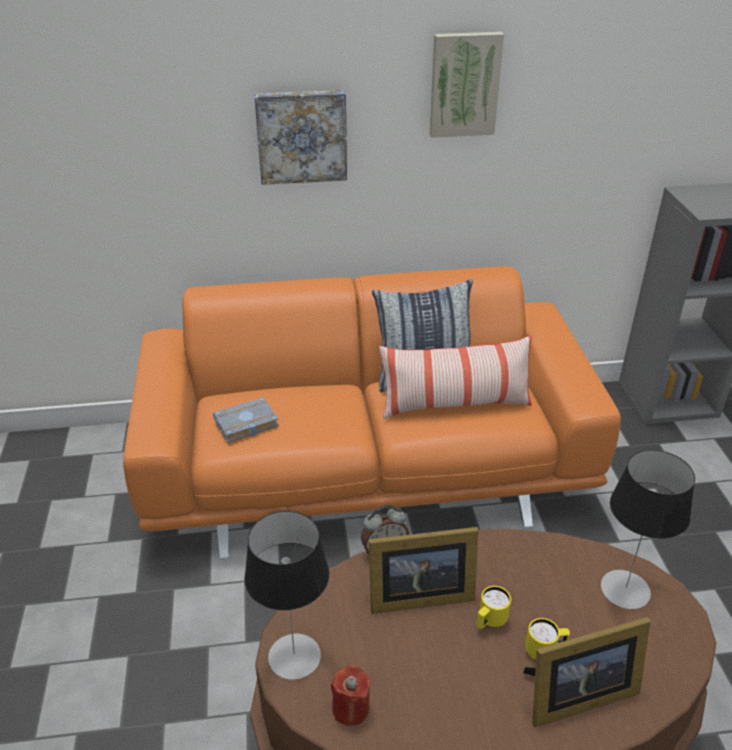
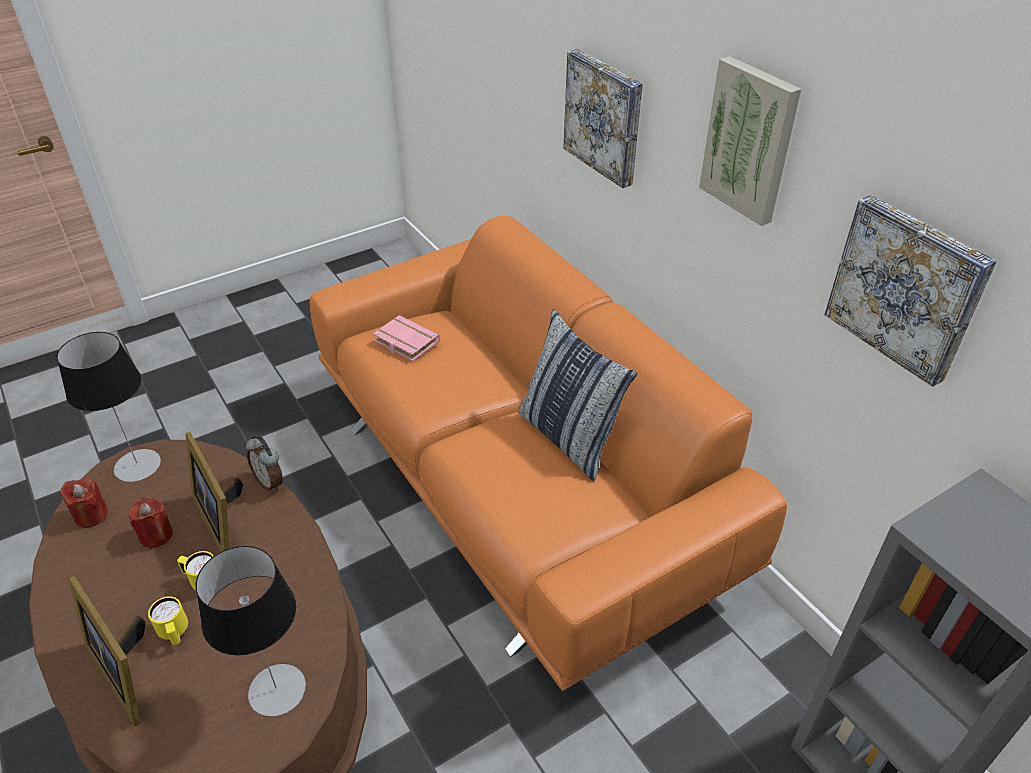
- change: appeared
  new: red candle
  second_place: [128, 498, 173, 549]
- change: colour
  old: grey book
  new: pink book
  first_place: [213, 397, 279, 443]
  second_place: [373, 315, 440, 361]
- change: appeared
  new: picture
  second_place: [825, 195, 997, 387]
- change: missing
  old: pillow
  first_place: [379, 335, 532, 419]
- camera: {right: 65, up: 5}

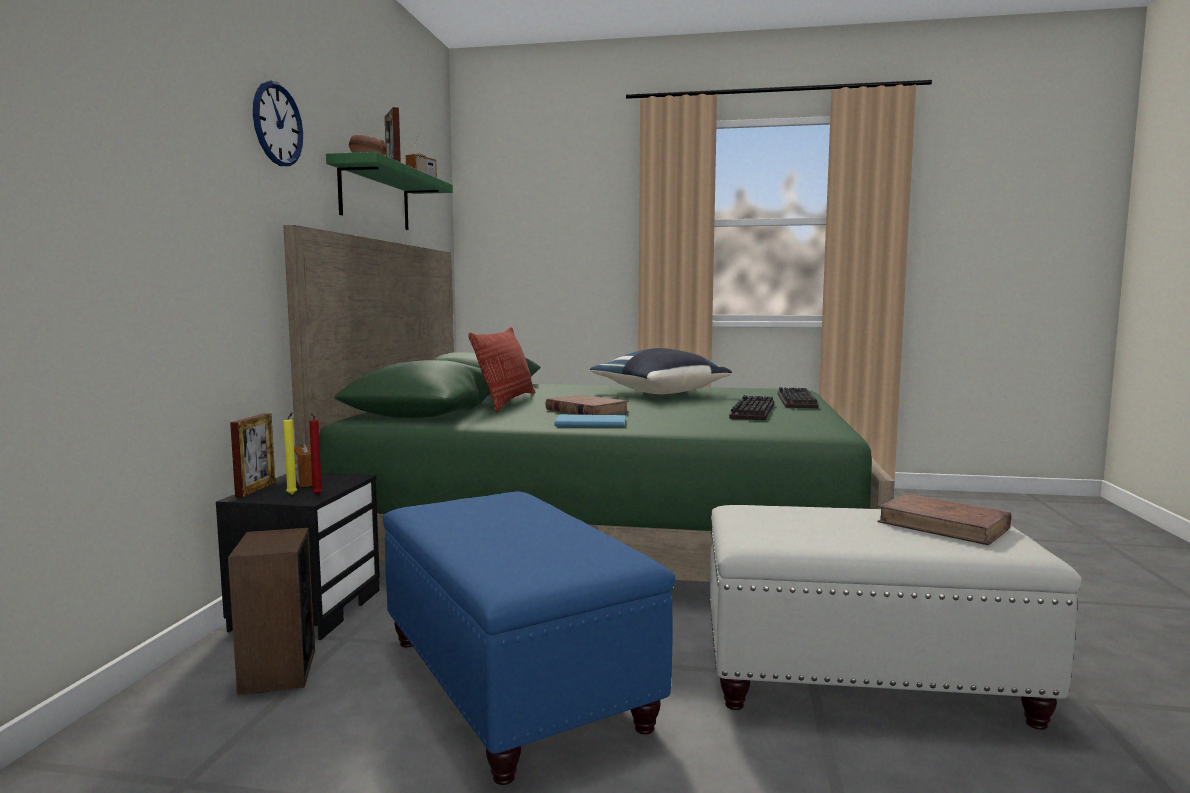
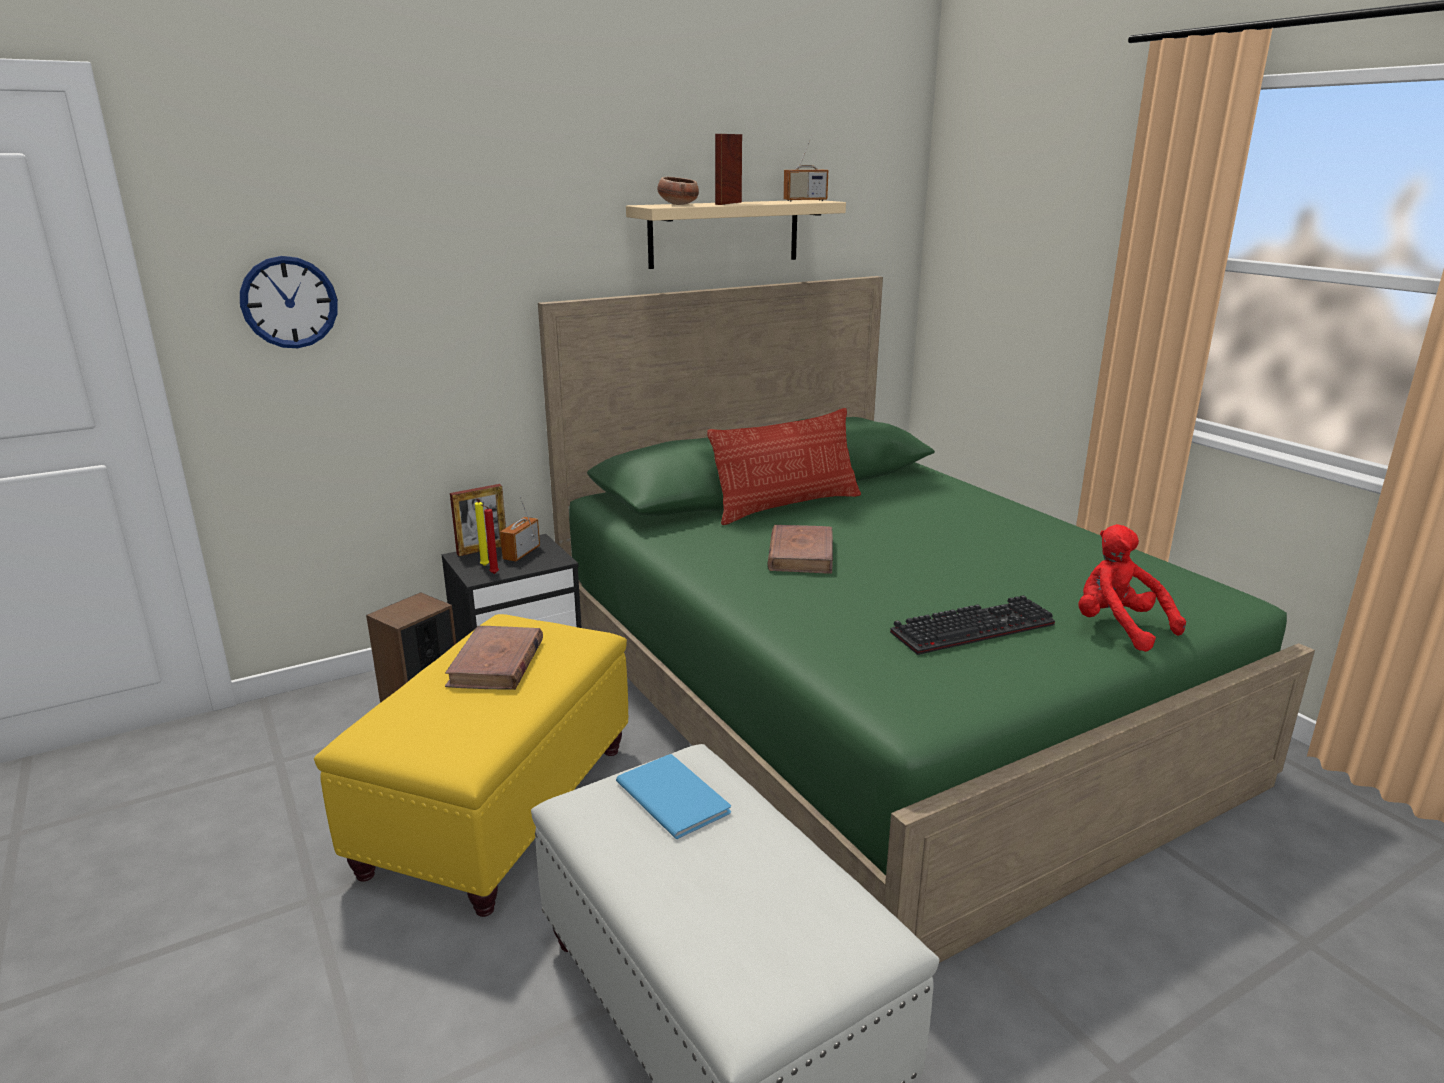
- change: relocated
  old: wall clock
  first_place: [253, 81, 303, 166]
  second_place: [240, 256, 338, 348]
- change: colour
  old: blue ottoman
  new: yellow ottoman
  first_place: [383, 492, 675, 785]
  second_place: [314, 614, 628, 917]
- change: relocated
  old: brown book
  first_place: [877, 493, 1011, 545]
  second_place: [445, 626, 543, 690]
- change: relocated
  old: blue book
  first_place: [554, 415, 625, 427]
  second_place: [616, 754, 731, 839]
- change: colour
  old: green shelf
  new: beige shelf
  first_place: [326, 152, 453, 230]
  second_place: [626, 200, 846, 269]
- change: exchanged
  old: keyboard
  new: red plush toy
  first_place: [778, 387, 819, 408]
  second_place: [1078, 524, 1186, 652]
- change: missing
  old: blue pillow
  first_place: [590, 348, 732, 394]
- camera: {right: 50, up: 15}

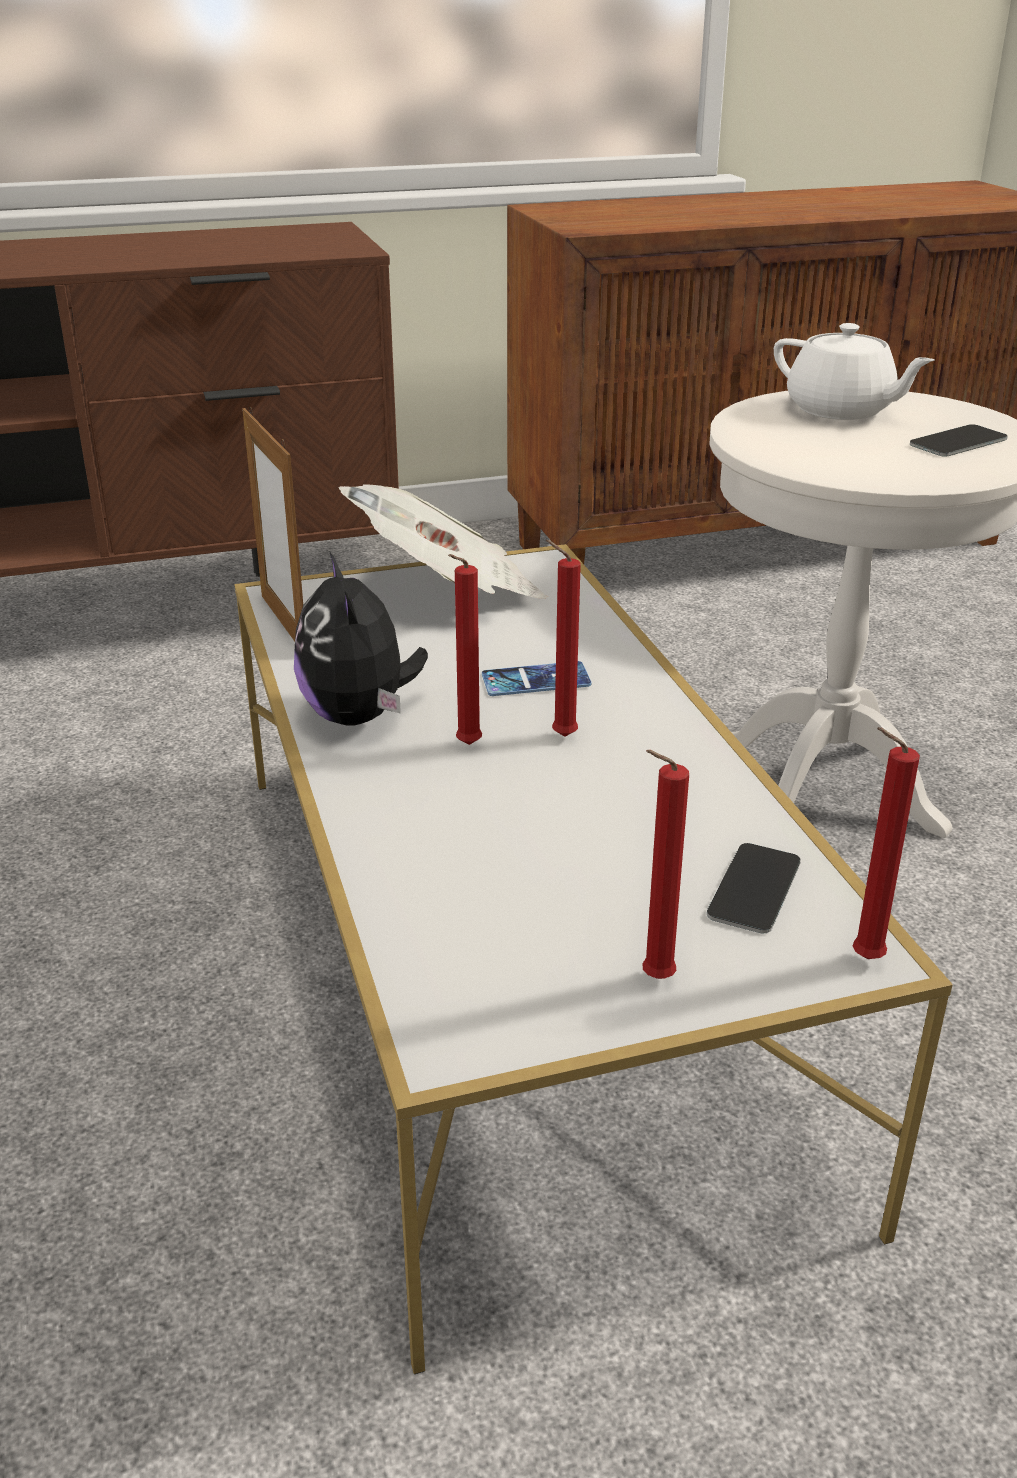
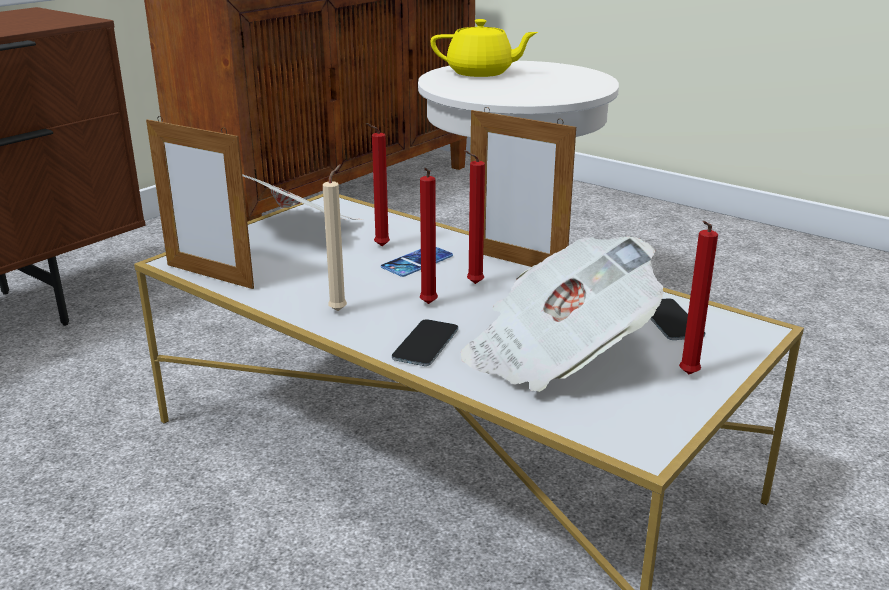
- change: exchanged
  old: plush toy
  new: beige candle
  first_place: [294, 551, 428, 726]
  second_place: [323, 164, 347, 311]
- change: relocated
  old: red candle
  first_place: [853, 727, 920, 959]
  second_place: [365, 123, 390, 246]
- change: relocated
  old: phone
  first_place: [910, 424, 1008, 457]
  second_place: [392, 319, 458, 366]
- change: colour
  old: white teapot
  new: yellow teapot
  first_place: [774, 323, 935, 420]
  second_place: [430, 19, 538, 77]
- change: appeared
  new: newspaper
  second_place: [461, 237, 663, 392]
- change: appeared
  new: picture frame
  second_place: [470, 107, 576, 267]
- camera: {right: -35, up: -5}

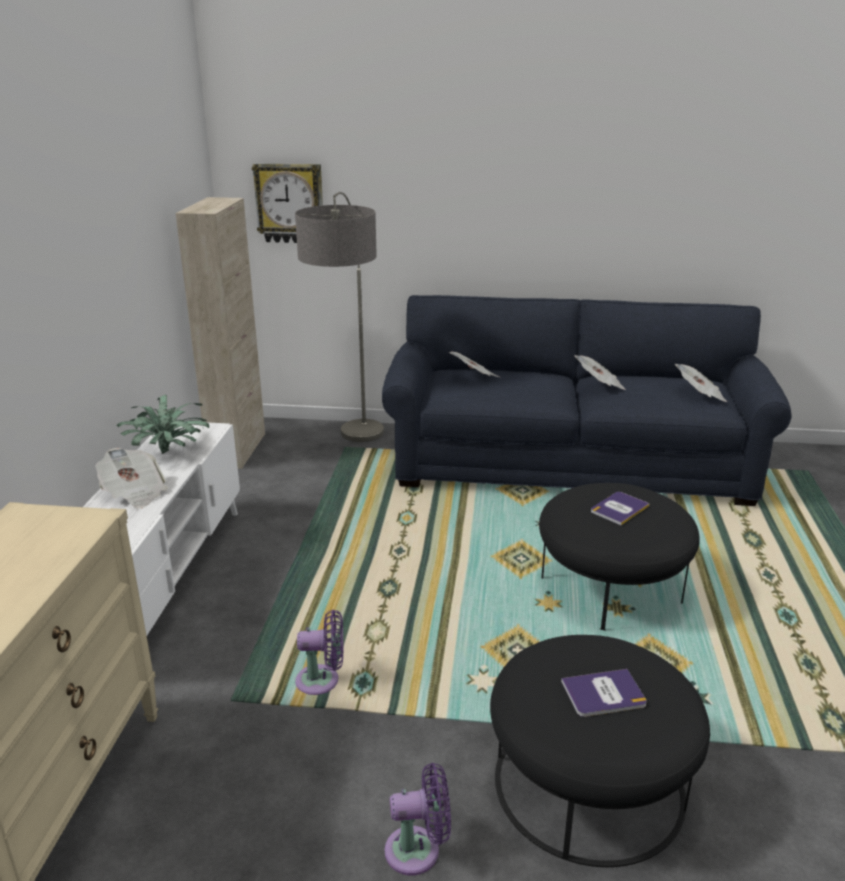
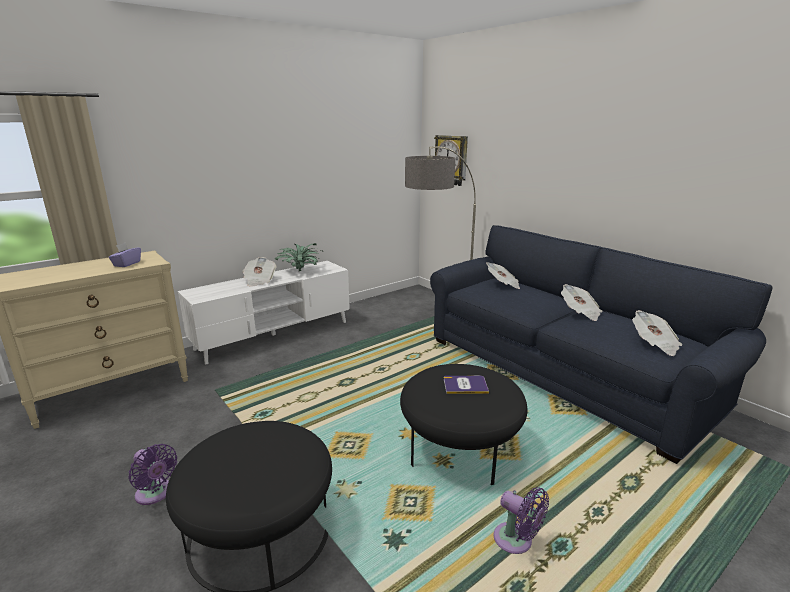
- change: appeared
  new: purple tissue box
  second_place: [108, 243, 141, 267]
- change: relocated
  old: purple fan
  first_place: [295, 610, 344, 695]
  second_place: [493, 487, 549, 554]
- change: missing
  old: beige cabinet
  first_place: [176, 197, 265, 469]
- change: missing
  old: book
  first_place: [561, 669, 647, 717]
- camera: {right: 45, up: -5}

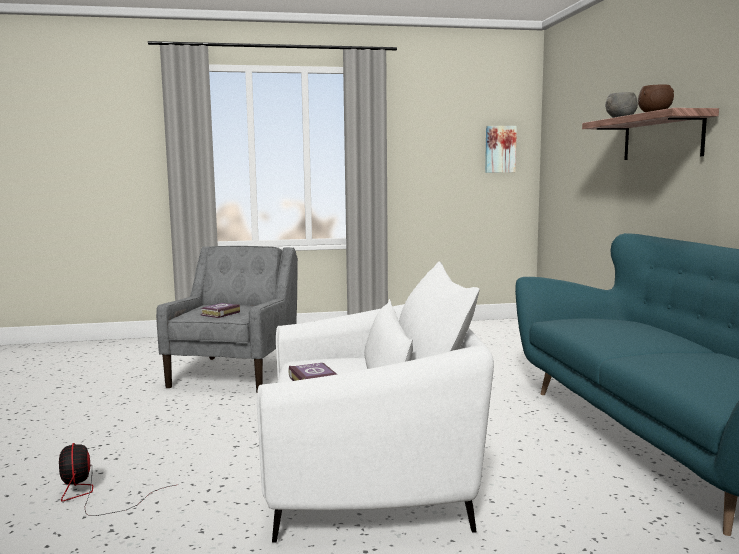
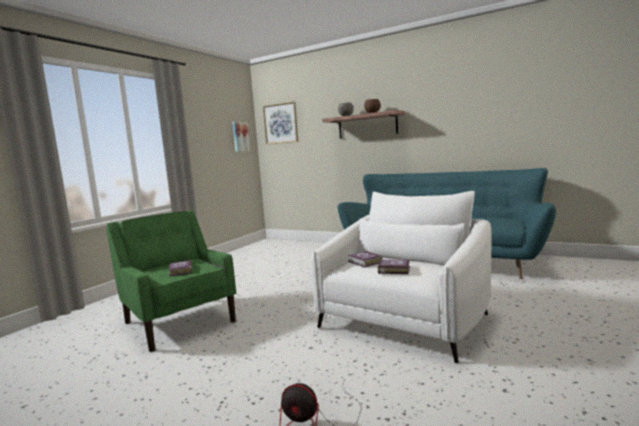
- change: colour
  old: grey armchair
  new: green armchair
  first_place: [156, 246, 298, 393]
  second_place: [106, 210, 236, 352]
- change: appeared
  new: picture
  second_place: [263, 102, 298, 144]
- change: appeared
  new: book
  second_place: [348, 251, 382, 267]
- camera: {right: -50, up: 0}

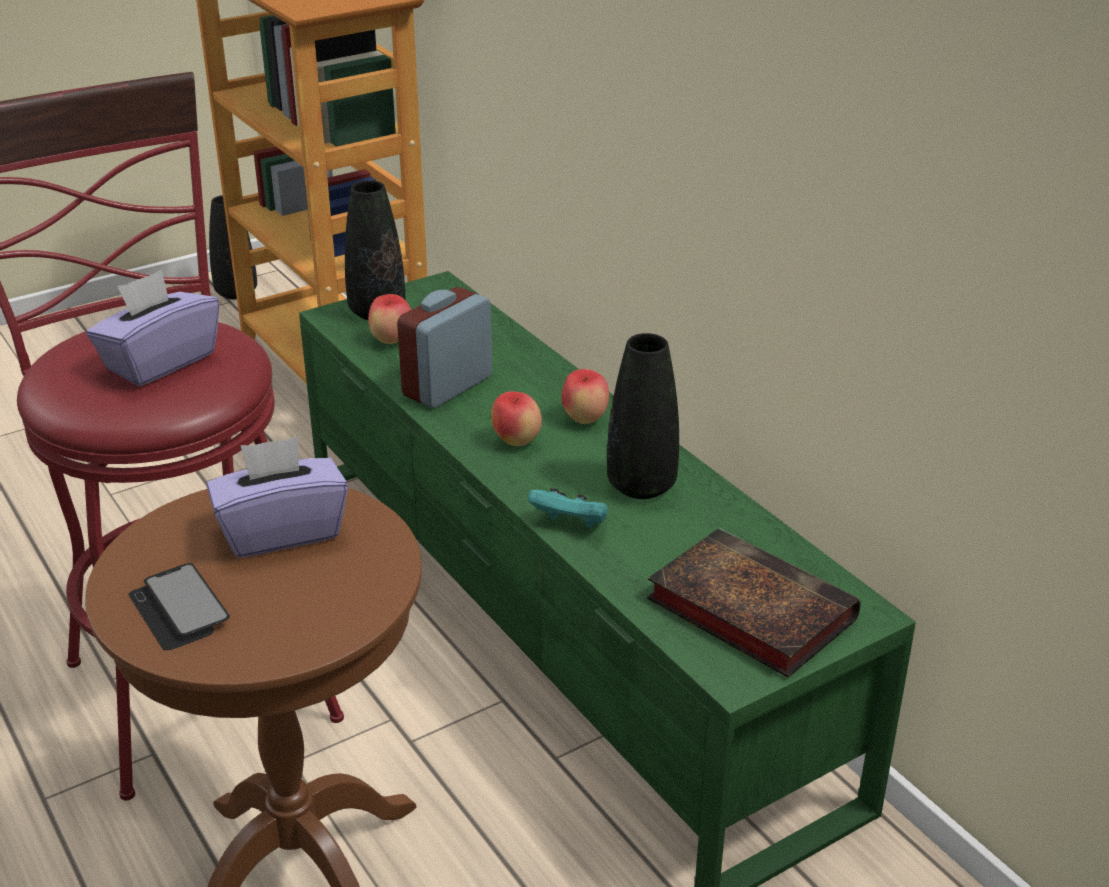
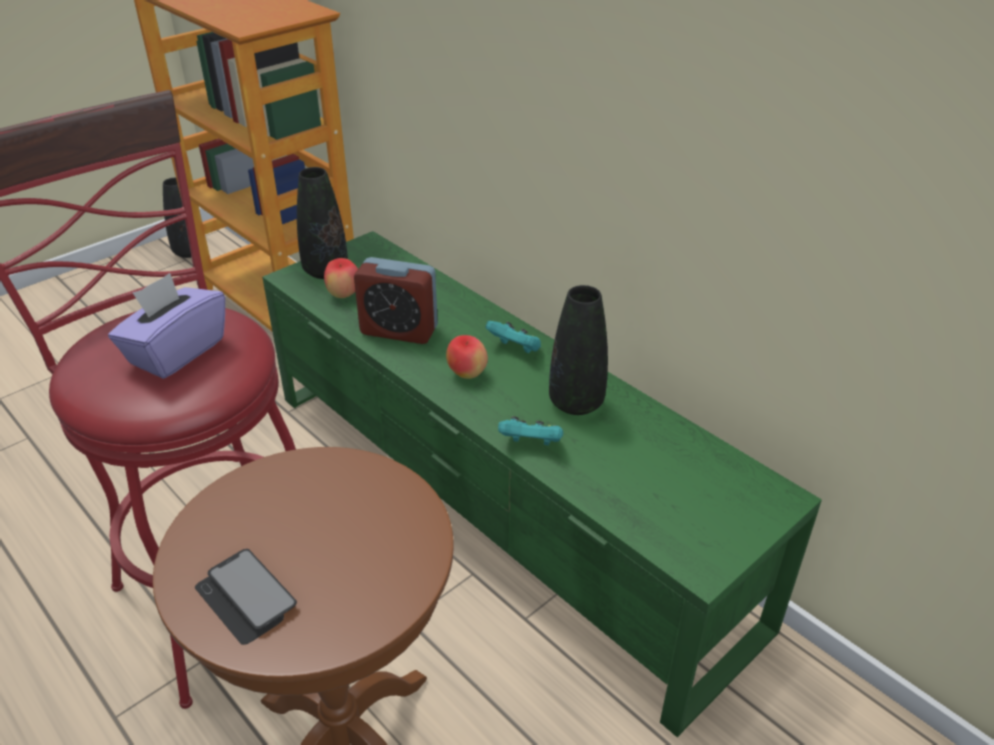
- change: spun
  old: alarm clock
  first_place: [397, 287, 492, 408]
  second_place: [354, 257, 438, 344]
  degrees: -105
- change: exchanged
  old: apple
  new: turquoise game controller
  first_place: [562, 369, 609, 424]
  second_place: [486, 321, 541, 353]
- change: missing
  old: purple tissue box
  first_place: [207, 436, 348, 558]
- change: missing
  old: book
  first_place: [647, 528, 860, 678]
- camera: {right: -10, up: 5}

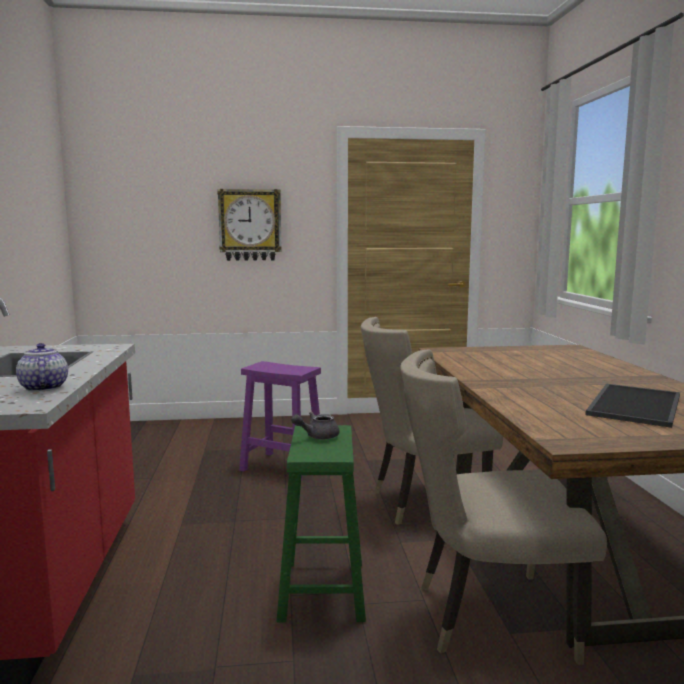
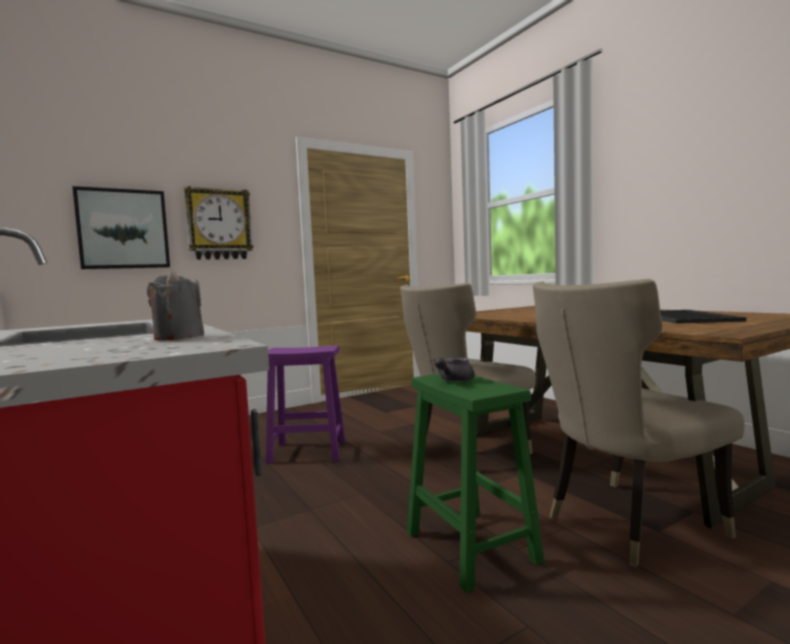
- change: appeared
  new: picture
  second_place: [72, 186, 170, 269]
- change: exchanged
  old: teapot
  new: grey candle
  first_place: [16, 343, 68, 392]
  second_place: [147, 270, 204, 340]
- camera: {right: -25, up: -5}

